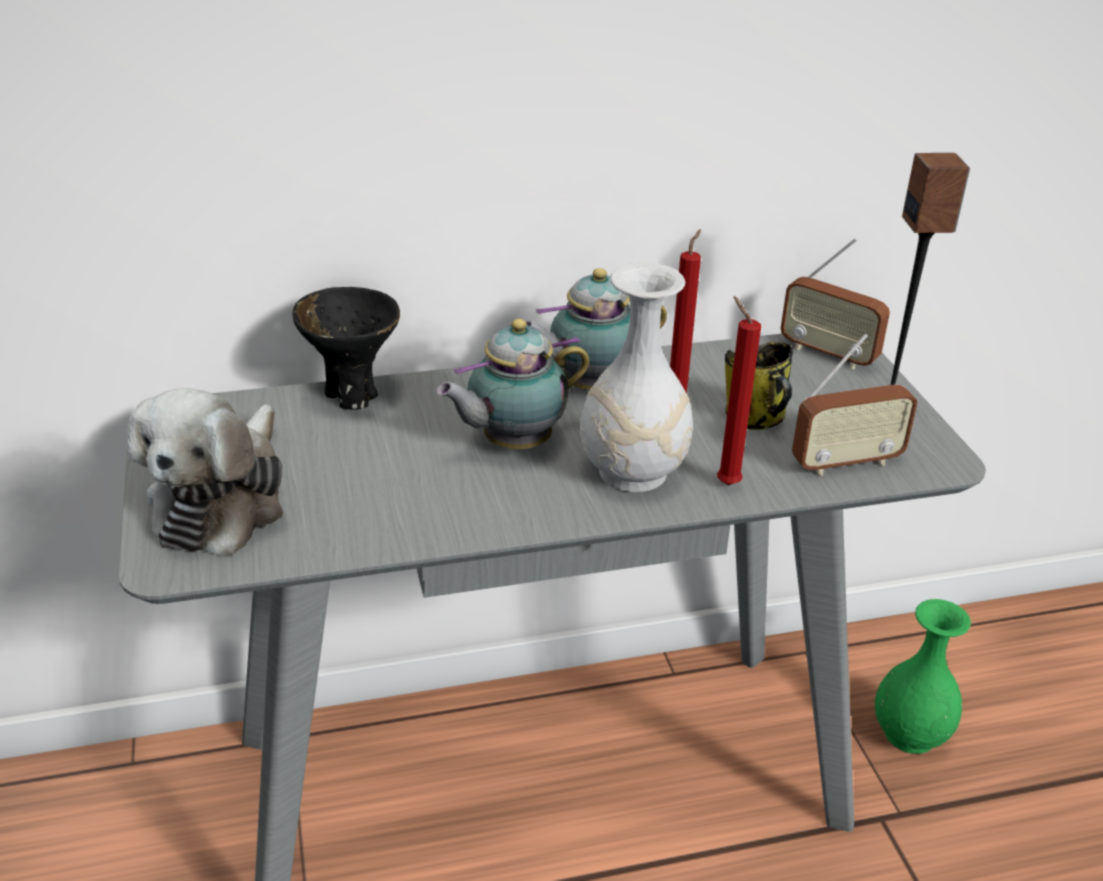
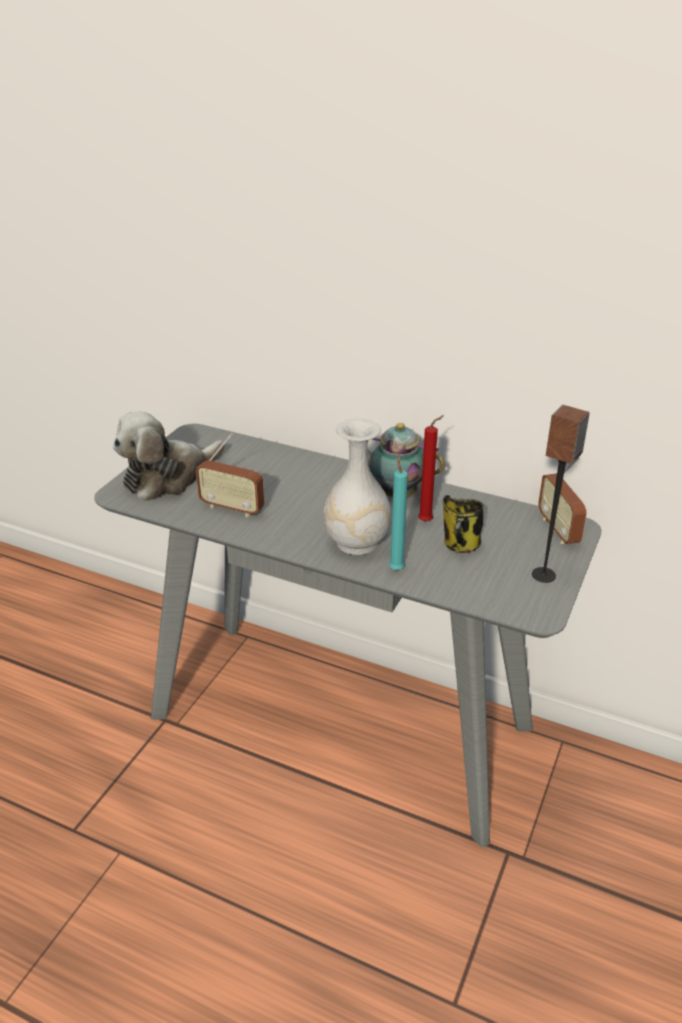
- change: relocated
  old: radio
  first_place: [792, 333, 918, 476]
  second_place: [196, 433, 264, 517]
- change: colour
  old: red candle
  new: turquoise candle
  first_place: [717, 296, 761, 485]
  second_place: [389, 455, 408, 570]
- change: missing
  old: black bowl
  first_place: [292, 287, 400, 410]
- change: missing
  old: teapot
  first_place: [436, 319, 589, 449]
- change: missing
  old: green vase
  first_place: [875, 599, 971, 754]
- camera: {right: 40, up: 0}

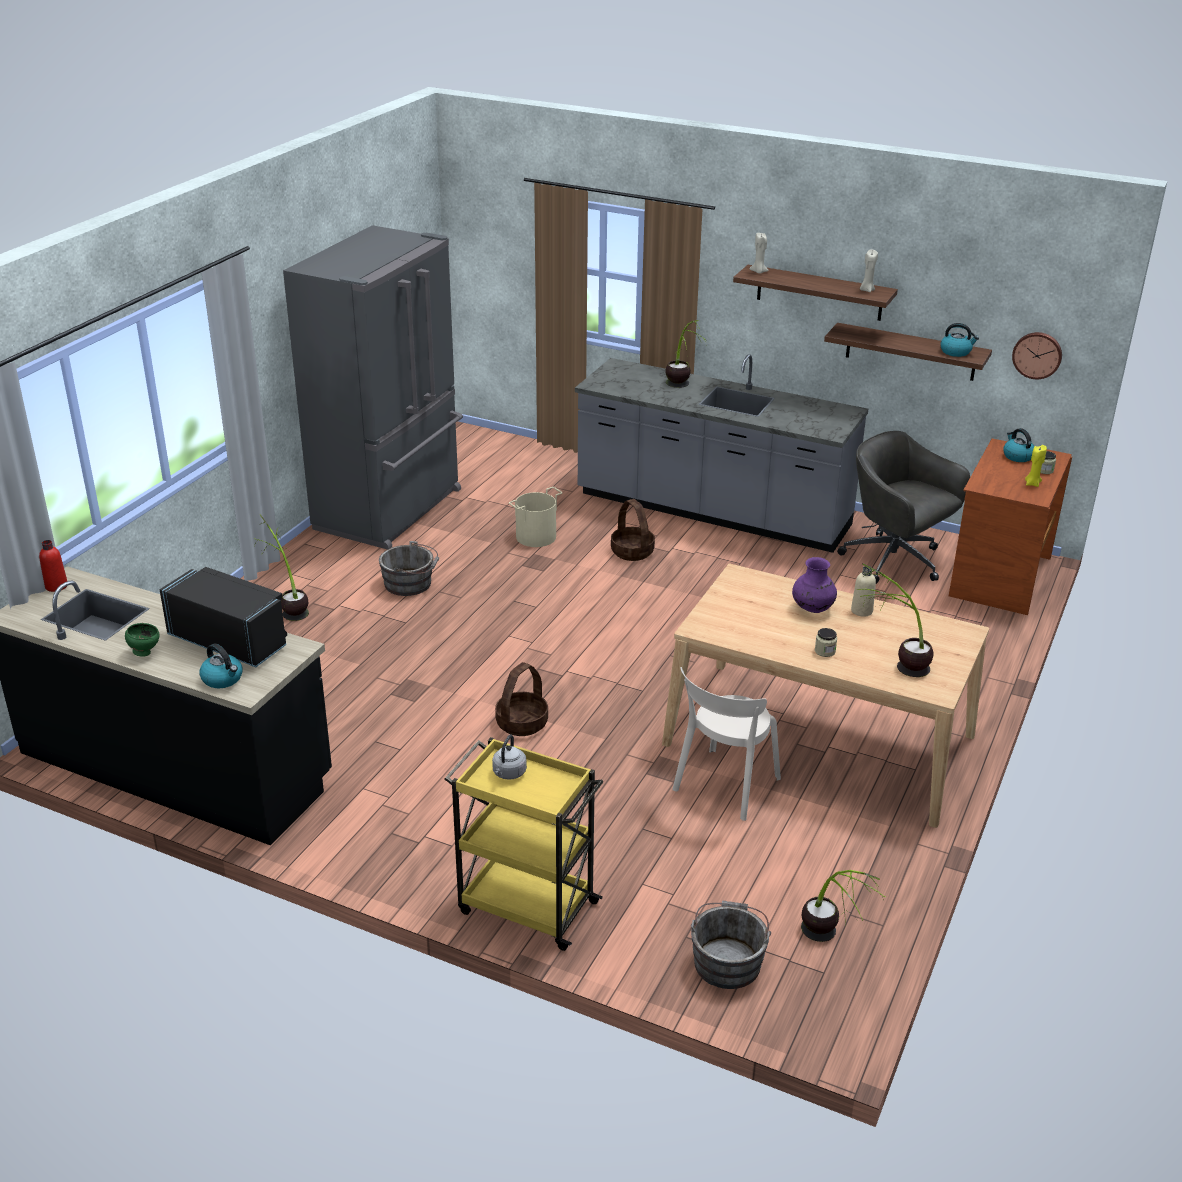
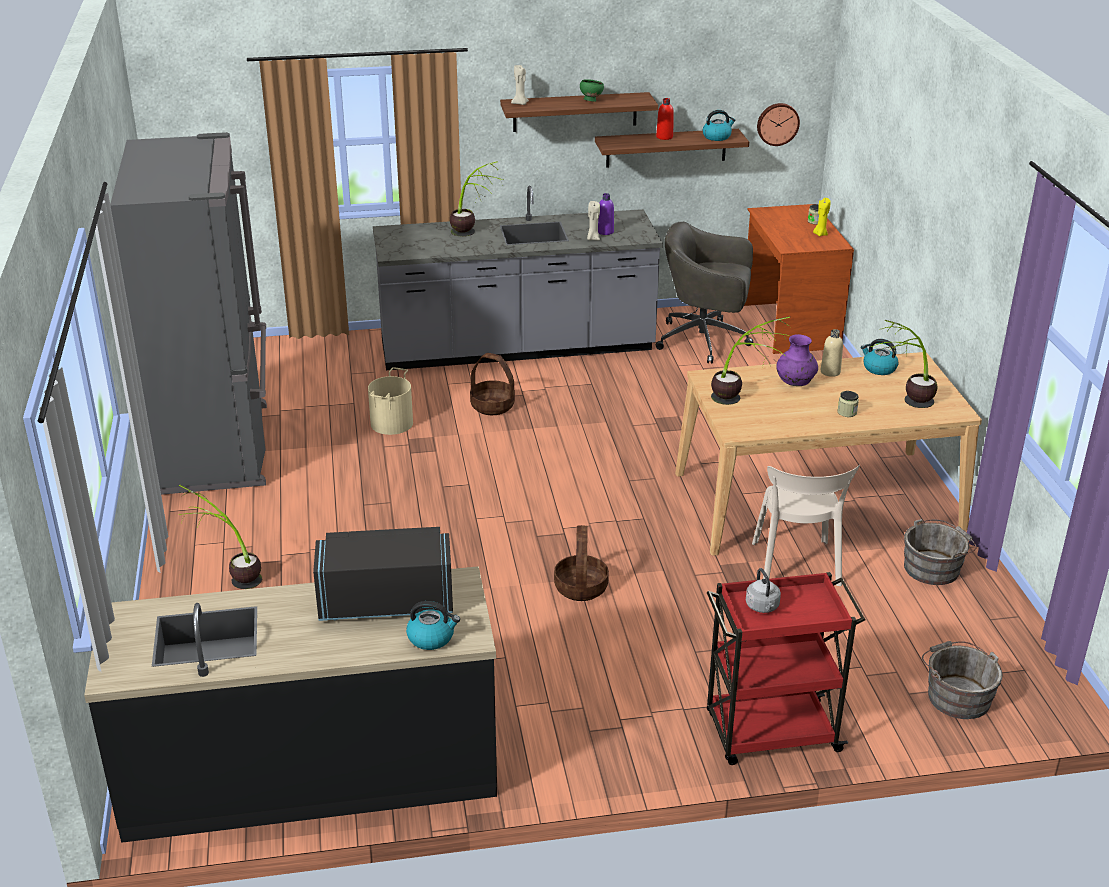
- change: relocated
  old: green bowl
  first_place: [125, 623, 159, 657]
  second_place: [580, 79, 604, 102]
- change: relocated
  old: beige candle
  first_place: [860, 249, 878, 292]
  second_place: [587, 201, 600, 240]
- change: appeared
  new: purple bottle
  second_place: [598, 193, 614, 235]
- change: relocated
  old: red bottle
  first_place: [39, 540, 67, 592]
  second_place: [656, 98, 674, 140]
- change: colour
  old: yellow cart
  new: red cart
  first_place: [444, 737, 603, 951]
  second_place: [707, 572, 866, 765]
- change: relocated
  old: potted plant
  first_place: [801, 870, 886, 942]
  second_place: [711, 316, 790, 405]
- change: relocated
  old: kettle
  first_place: [1003, 428, 1034, 462]
  second_place: [861, 339, 899, 375]
- change: relocated
  old: grey bucket
  first_place: [379, 541, 439, 596]
  second_place: [904, 519, 977, 585]
- camera: {right: -35, up: 0}

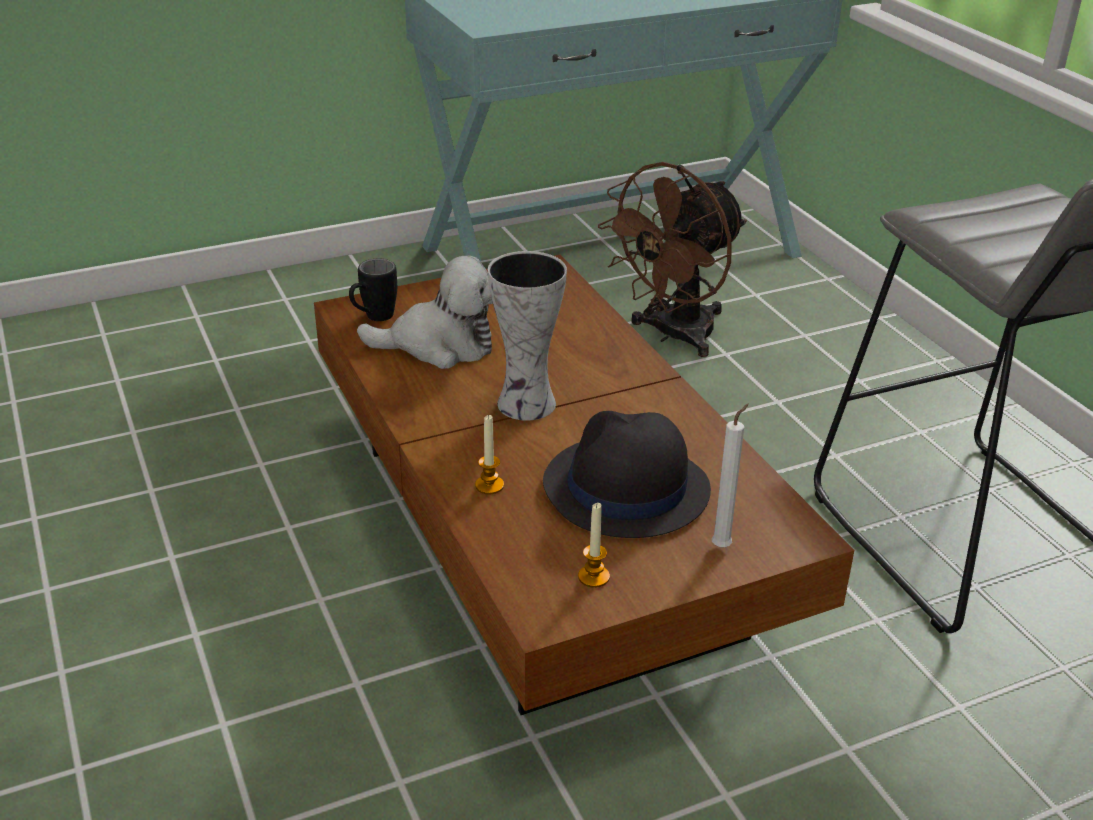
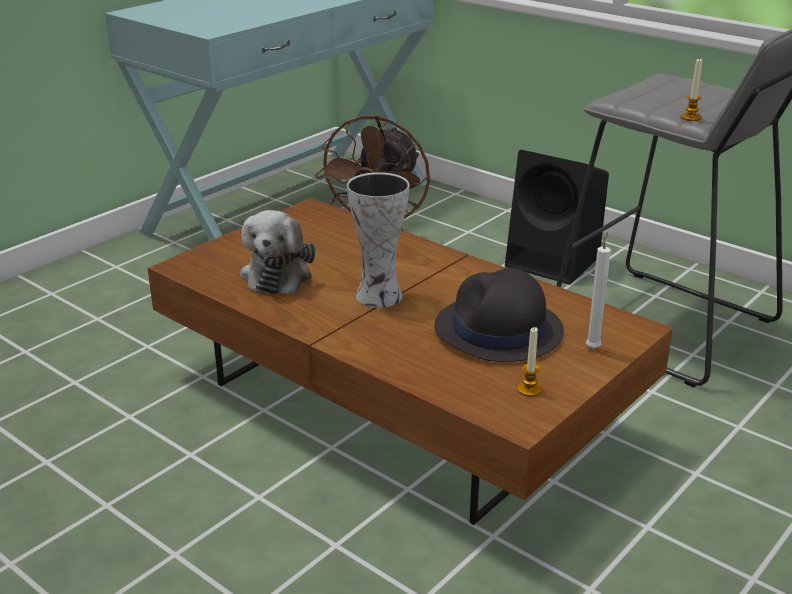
- change: spun
  old: plush toy
  first_place: [357, 255, 493, 369]
  second_place: [240, 210, 315, 294]
  degrees: 120
- change: appeared
  new: black speaker
  second_place: [505, 150, 609, 285]
- change: relocated
  old: candle
  first_place: [475, 414, 504, 494]
  second_place: [680, 58, 703, 121]
- change: missing
  old: black mug
  first_place: [349, 259, 397, 321]
- camera: {right: -25, up: -5}

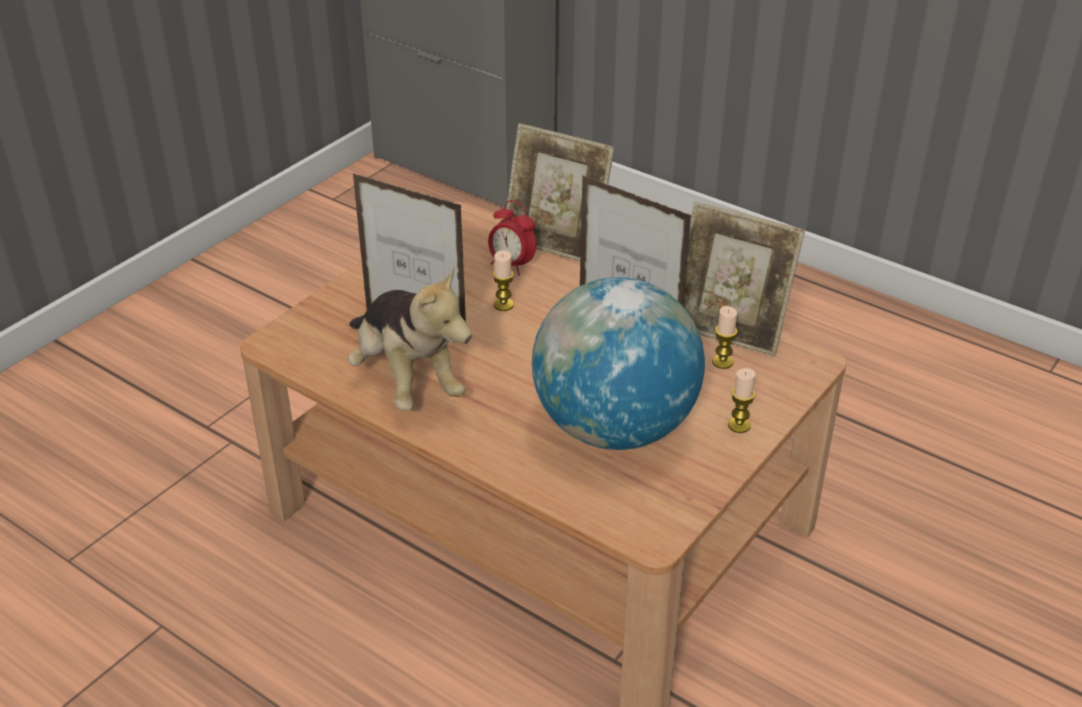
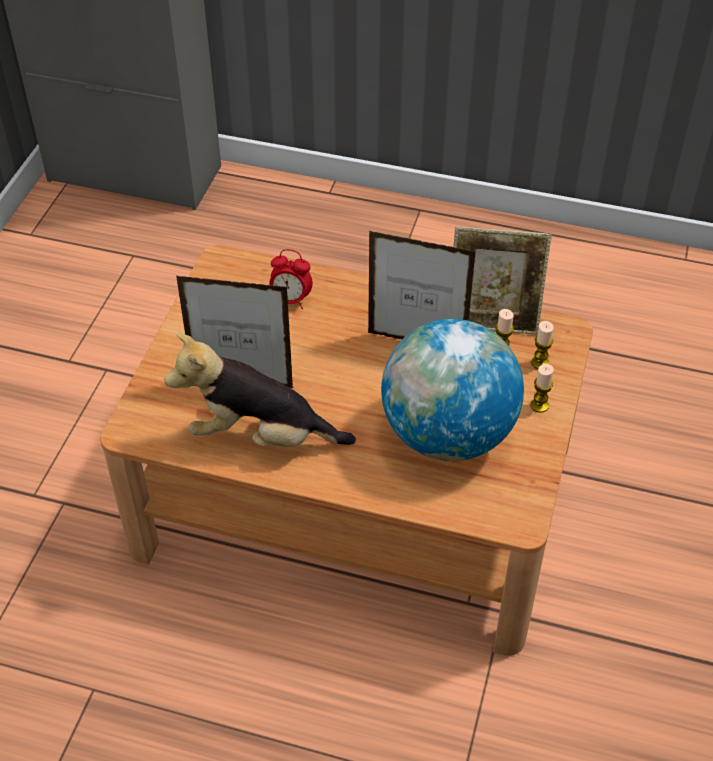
- change: spun
  old: plush toy
  first_place: [348, 267, 472, 410]
  second_place: [165, 333, 356, 447]
  degrees: 150
- change: relocated
  old: candle
  first_place: [493, 250, 514, 311]
  second_place: [531, 321, 554, 369]
- change: missing
  old: picture frame
  first_place: [506, 123, 615, 261]
- camera: {right: -20, up: 10}

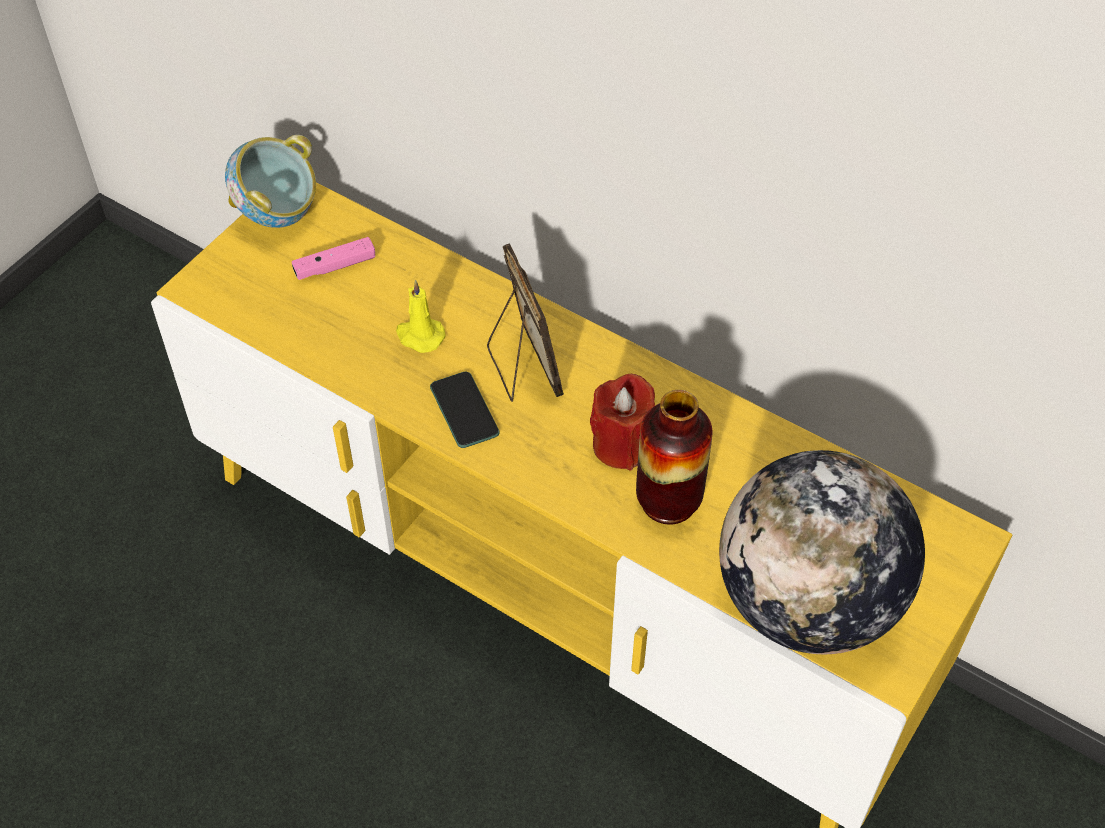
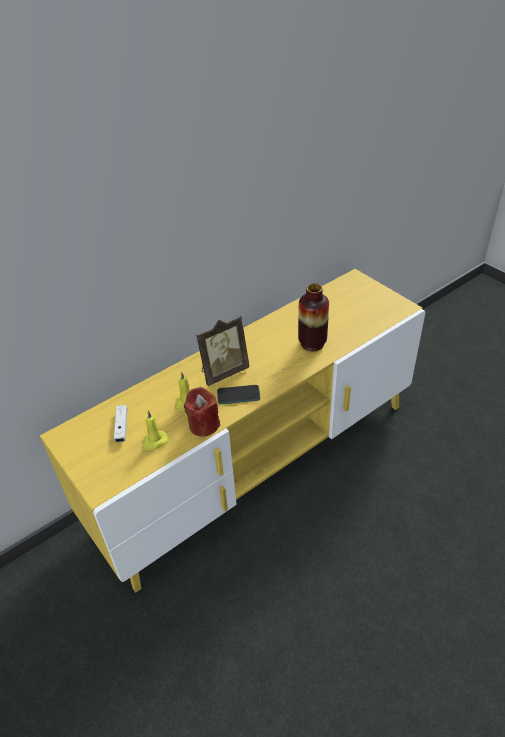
- change: colour
  old: pink game controller
  new: white game controller
  first_place: [292, 237, 375, 280]
  second_place: [114, 405, 127, 442]
- change: appeared
  new: yellow candle
  second_place: [142, 410, 168, 450]
- change: relocated
  old: red candle
  first_place: [590, 374, 655, 471]
  second_place: [184, 387, 220, 437]
- change: spun
  old: picture frame
  first_place: [487, 243, 564, 402]
  second_place: [196, 316, 249, 386]
  degrees: 150
- change: missing
  old: bowl
  first_place: [225, 135, 316, 228]
- change: missing
  old: globe
  first_place: [719, 450, 925, 654]
- camera: {right: -70, up: -10}

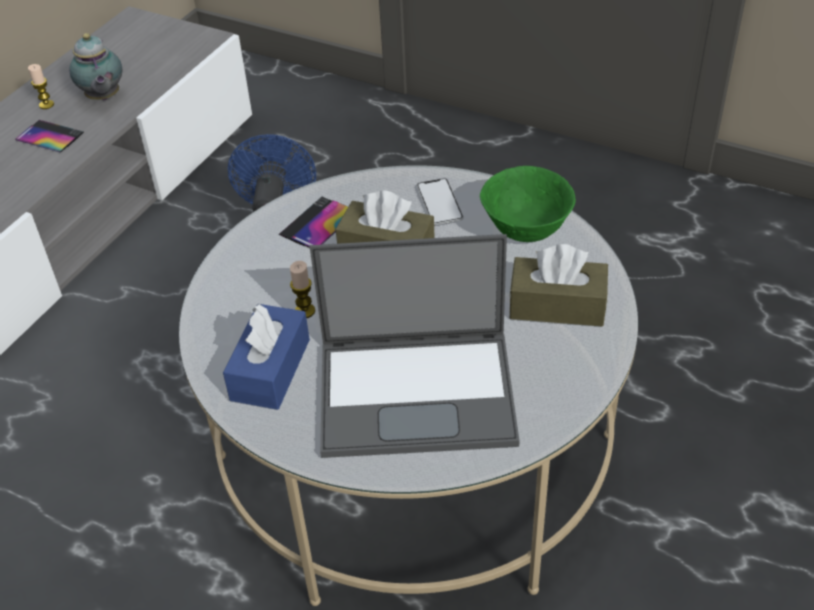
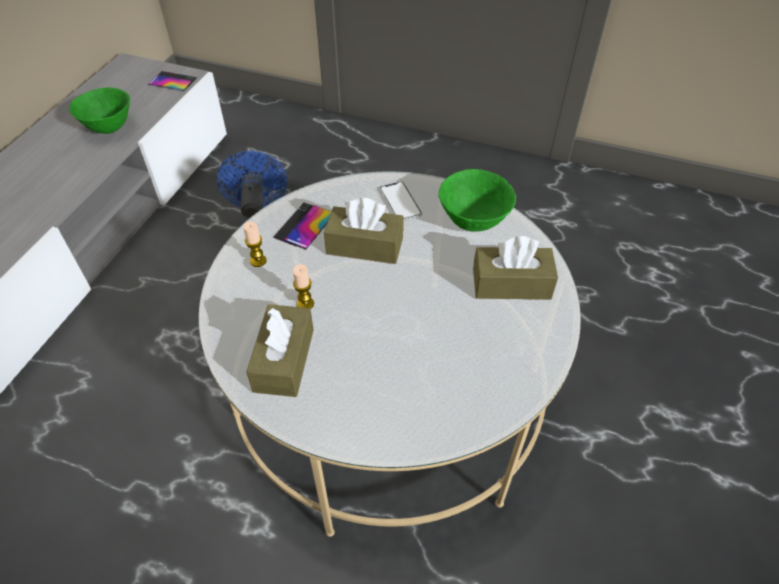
- change: exchanged
  old: teapot
  new: green bowl
  first_place: [69, 33, 123, 100]
  second_place: [69, 88, 130, 134]
- change: relocated
  old: phone
  first_place: [15, 120, 84, 153]
  second_place: [148, 71, 197, 91]
- change: relocated
  old: candle
  first_place: [28, 64, 54, 109]
  second_place: [243, 222, 266, 267]
- change: colour
  old: blue tissue box
  new: brown tissue box
  first_place: [223, 304, 310, 410]
  second_place: [246, 304, 314, 397]
- change: missing
  old: laptop
  first_place: [310, 234, 520, 458]
- camera: {right: -10, up: 5}

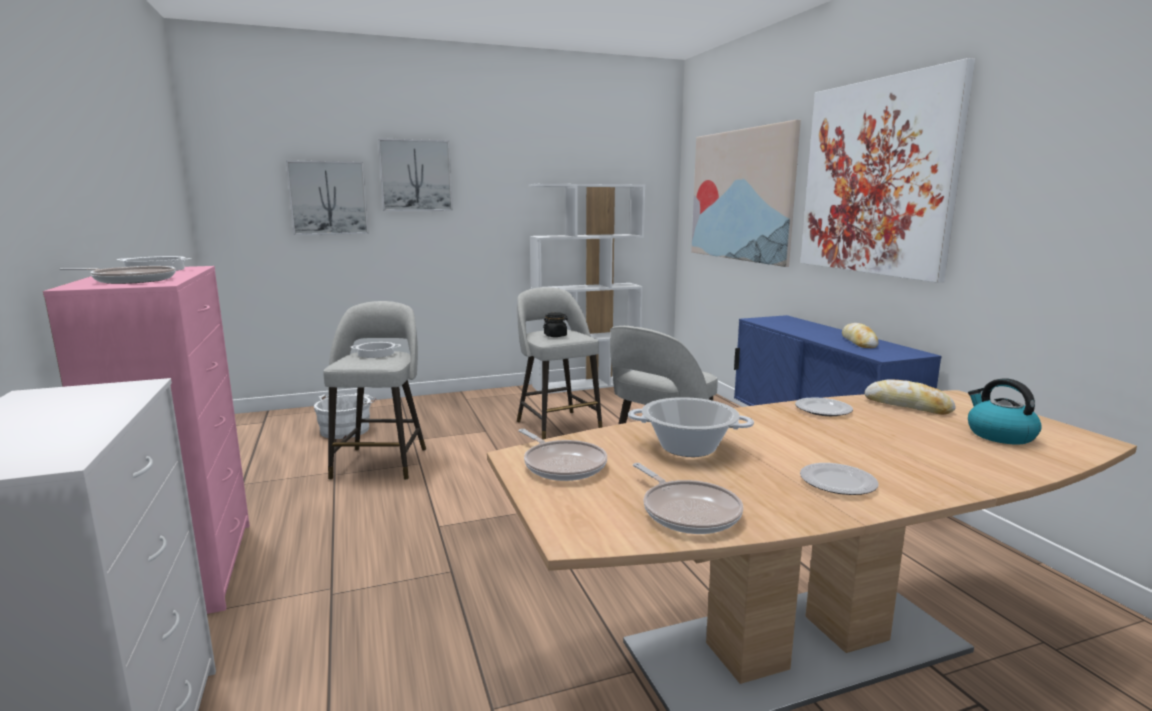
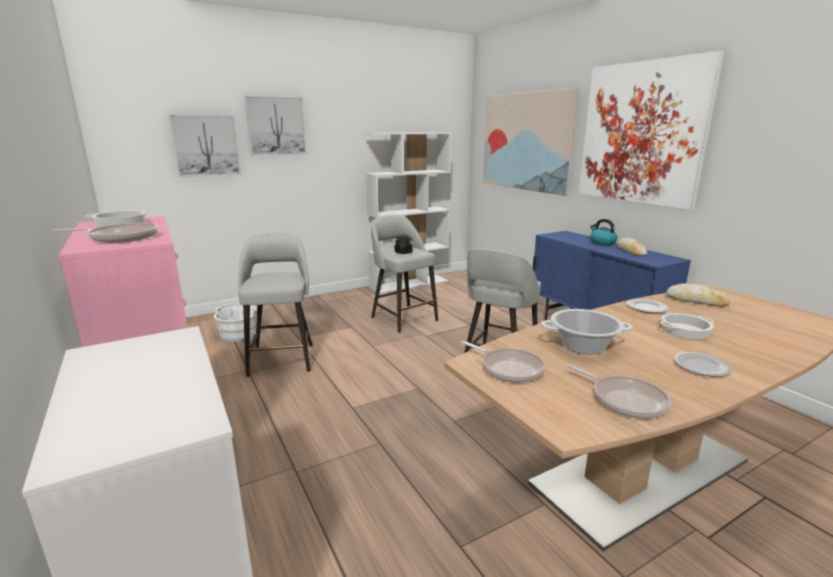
- change: relocated
  old: kettle
  first_place: [968, 378, 1042, 444]
  second_place: [590, 219, 617, 245]
- change: relocated
  old: cooking pot
  first_place: [350, 342, 401, 358]
  second_place: [660, 313, 714, 339]
- camera: {right: -10, up: 5}

